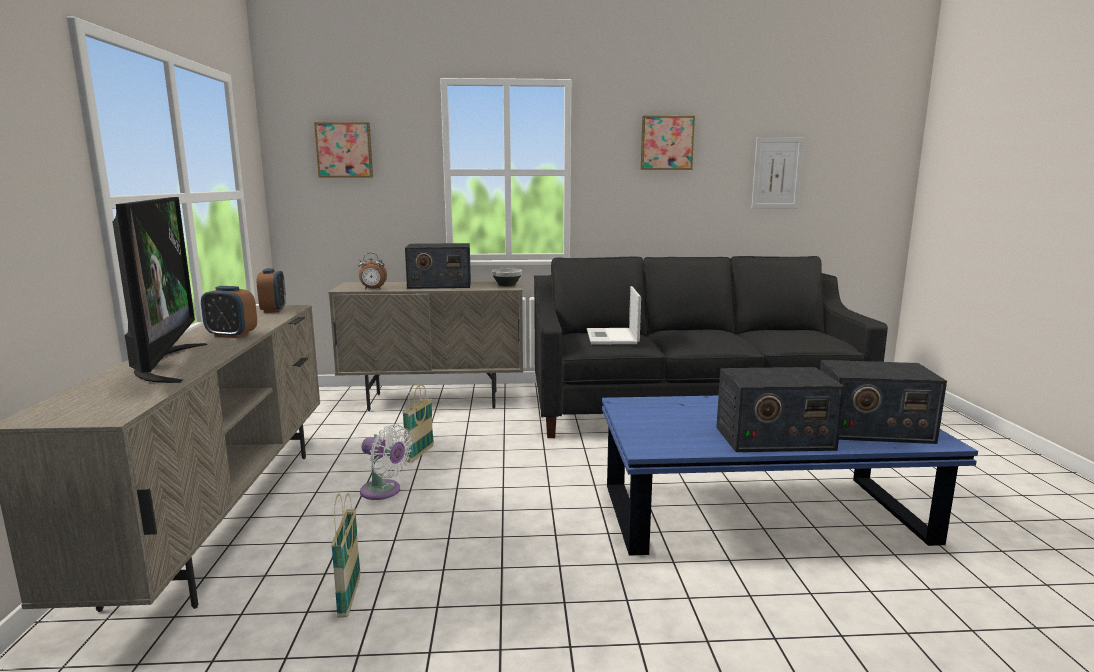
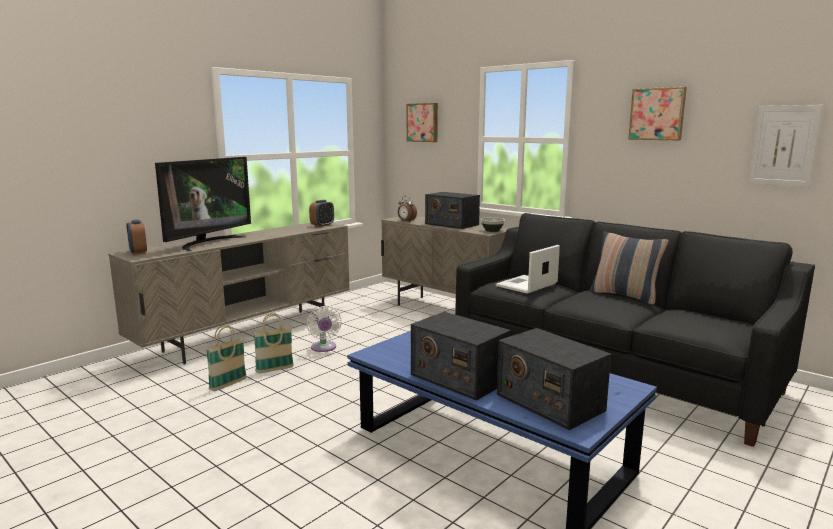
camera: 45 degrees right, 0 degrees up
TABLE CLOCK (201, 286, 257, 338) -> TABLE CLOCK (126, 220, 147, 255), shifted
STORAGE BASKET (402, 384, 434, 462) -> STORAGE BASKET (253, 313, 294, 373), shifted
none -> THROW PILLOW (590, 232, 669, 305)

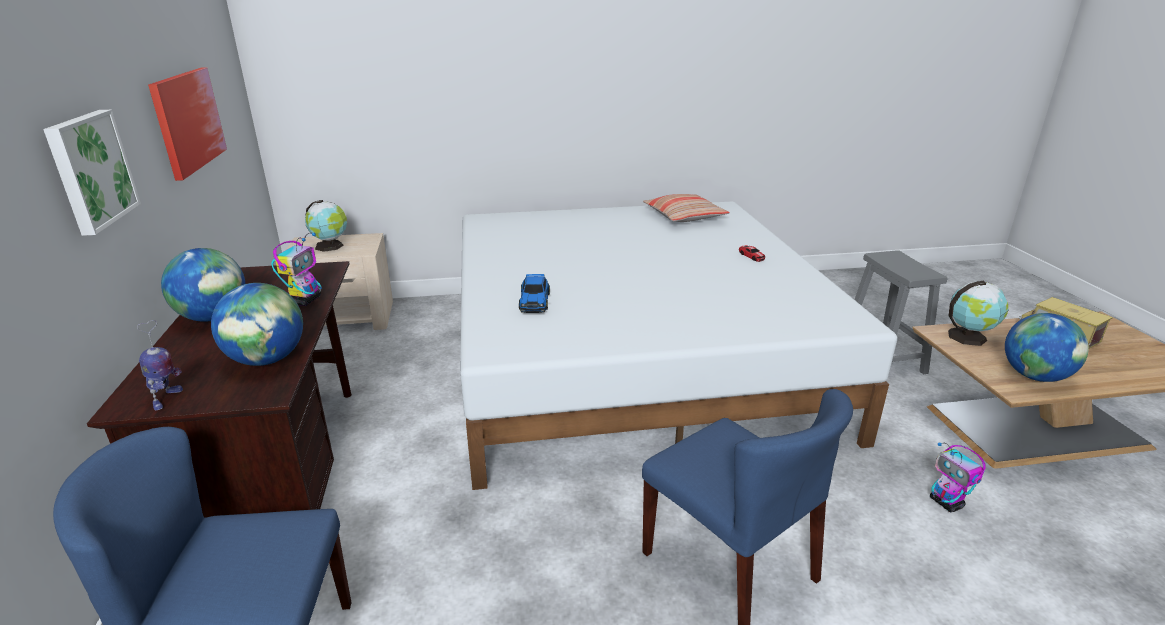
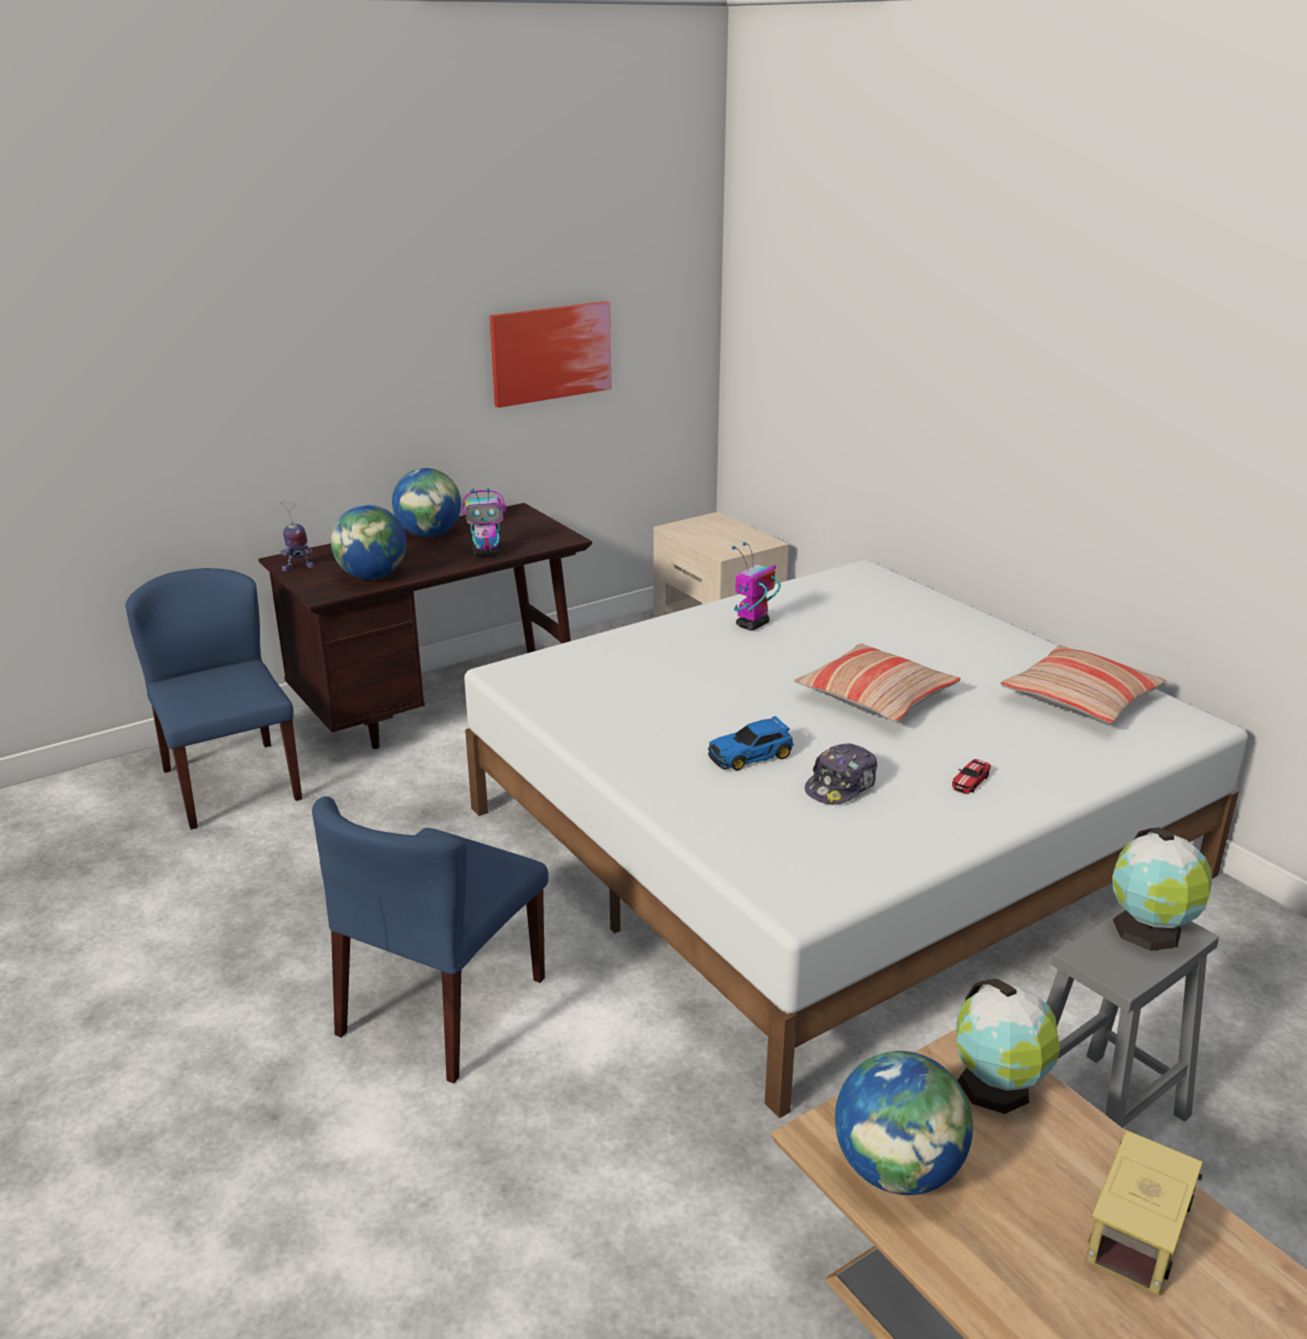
camera: 65 degrees right, 0 degrees up
WALL ART (43, 110, 141, 236) -> none
DESK GLOBE (305, 200, 347, 252) -> DESK GLOBE (1112, 827, 1212, 951), shifted
TOY CAR (519, 274, 550, 313) -> TOY CAR (708, 716, 794, 771), shifted
TOY ROBOT (930, 443, 986, 512) -> TOY ROBOT (732, 542, 780, 631), shifted
none -> THROW PILLOW (794, 643, 961, 722)
none -> BASEBALL CAP (805, 743, 877, 805)

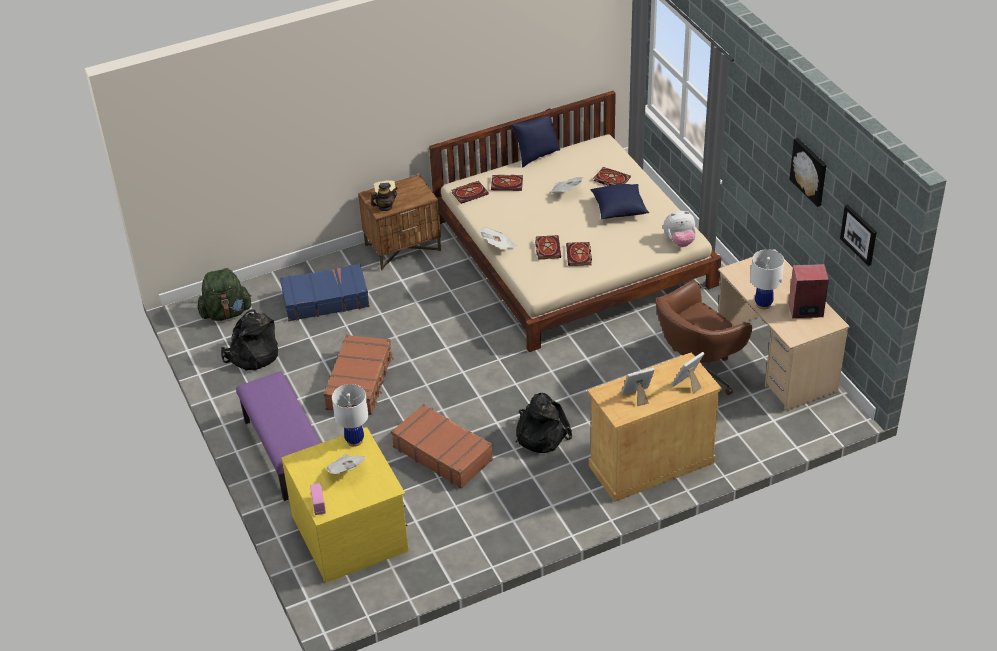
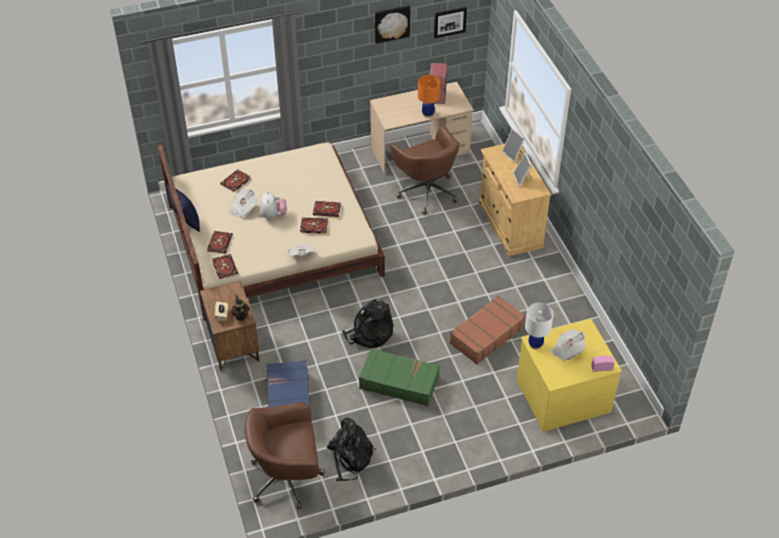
camera: 85 degrees left, 5 degrees up
GREEN RUCKSACK (197, 268, 252, 321) -> BROWNISH COMPUTER CHAIR (245, 402, 325, 509)
PURPLISH BENCH (236, 371, 321, 501) -> none
BROWNISH TRAVEL CASE (323, 334, 394, 415) -> GREEN TRAVEL CASE (359, 348, 440, 406)
BLACKISH RUCKSACK (516, 393, 572, 453) -> BLACKISH RUCKSACK (342, 299, 393, 348), shifted
BLUE-COLOURED THROW PILLOW (590, 184, 649, 219) -> none
PLUSH TOY (663, 211, 696, 247) -> PLUSH TOY (260, 191, 287, 219), shifted
WHITE-COLOURED TABLETOP LAMP (750, 249, 784, 309) -> ORANGE-COLOURED TABLETOP LAMP (418, 75, 440, 118)

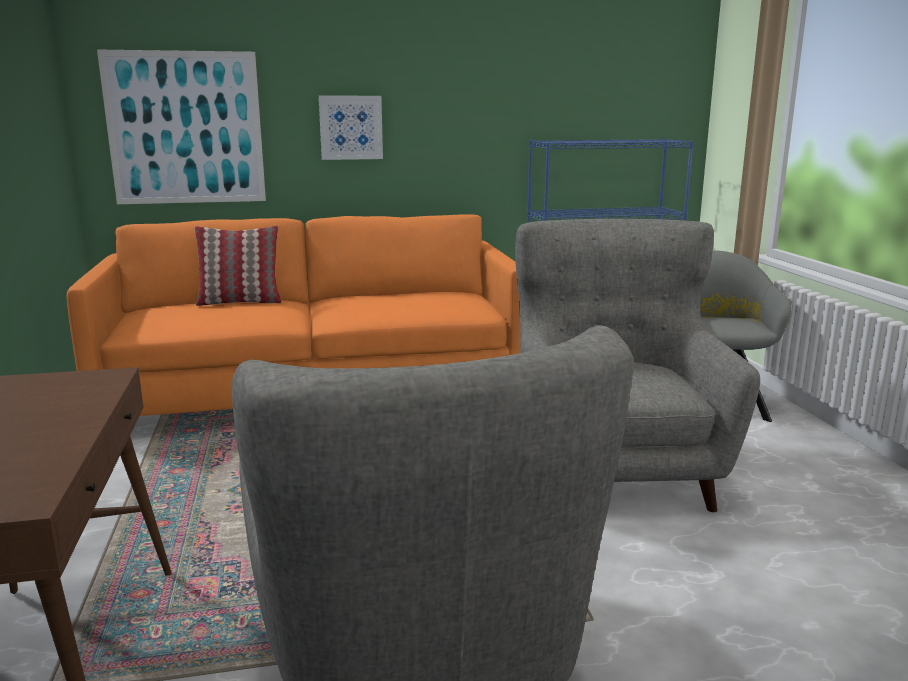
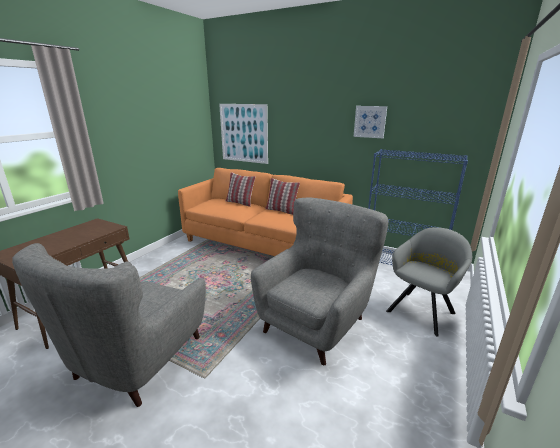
camera: 40 degrees right, 5 degrees up
WALL ART (319, 96, 383, 160) -> WALL ART (354, 106, 387, 138), shifted
none -> THROW PILLOW (265, 178, 300, 215)

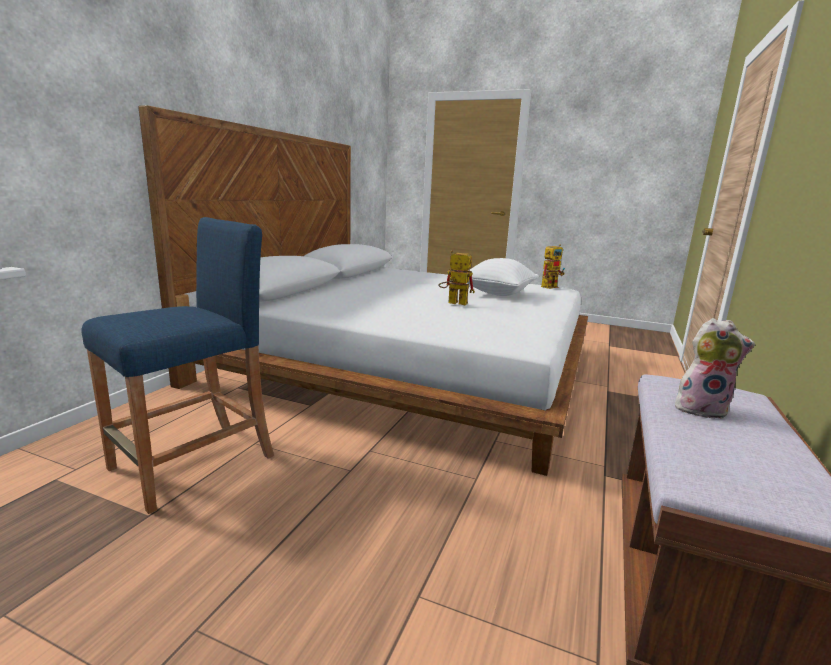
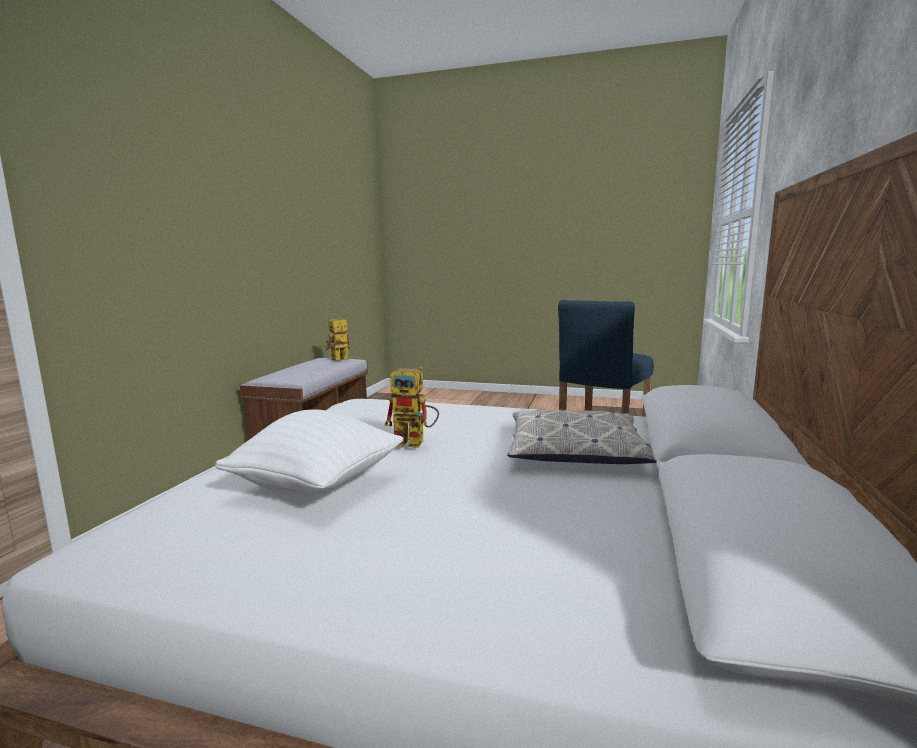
camera: 175 degrees right, 5 degrees down
TOY ROBOT (541, 244, 565, 289) -> TOY ROBOT (325, 317, 350, 361), shifted
PLUSH TOY (675, 318, 755, 419) -> none
none -> THROW PILLOW (507, 409, 657, 464)

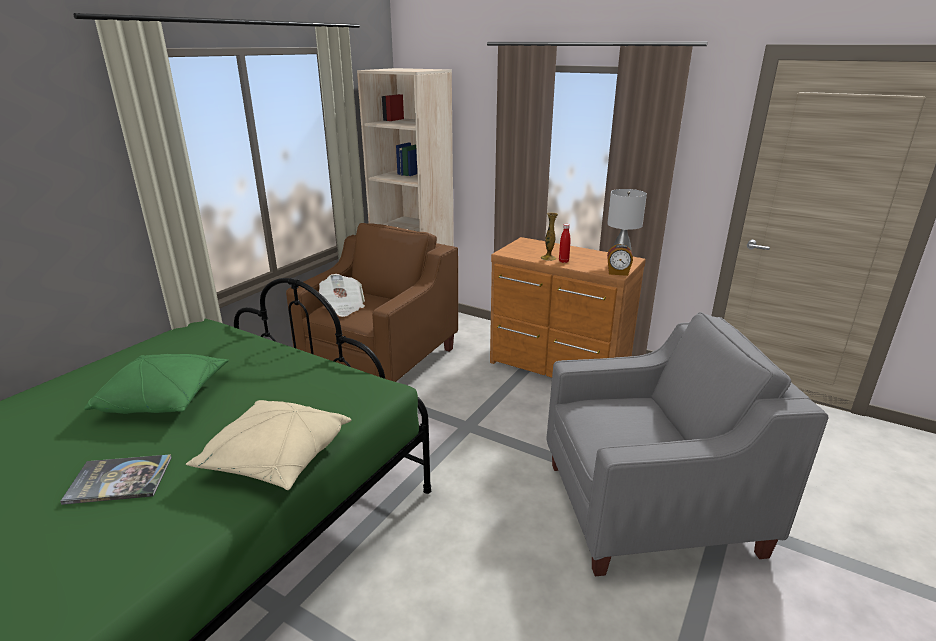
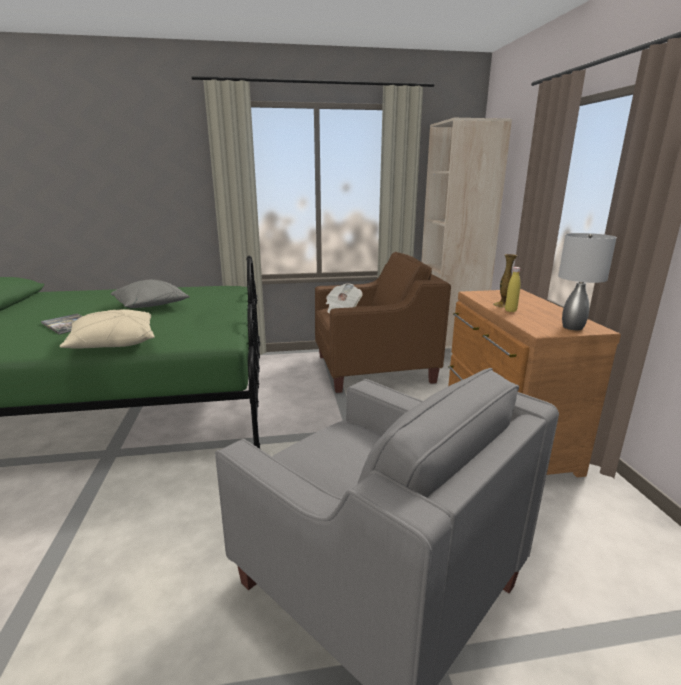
camera: 50 degrees right, 5 degrees down
GREEN THROW PILLOW (84, 354, 229, 414) -> GREYISH THROW PILLOW (111, 280, 190, 308)
RED BOTTLE (559, 224, 571, 263) -> YELLOW BOTTLE (505, 267, 520, 312)
TABLE CLOCK (607, 244, 633, 276) -> none

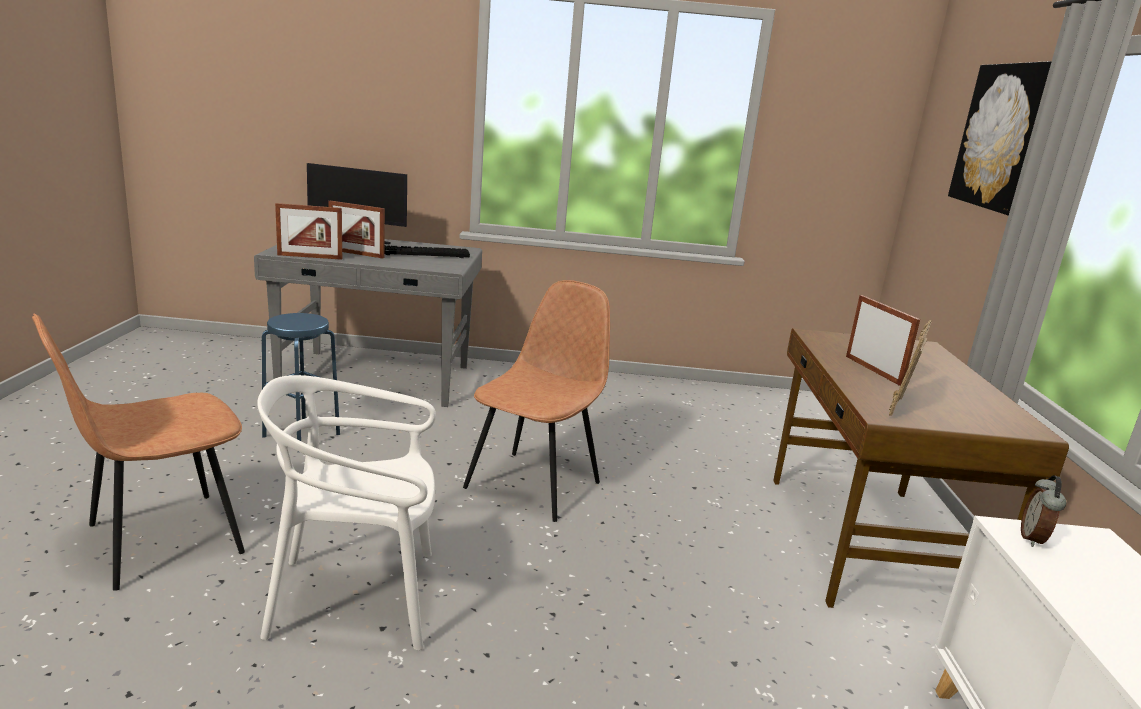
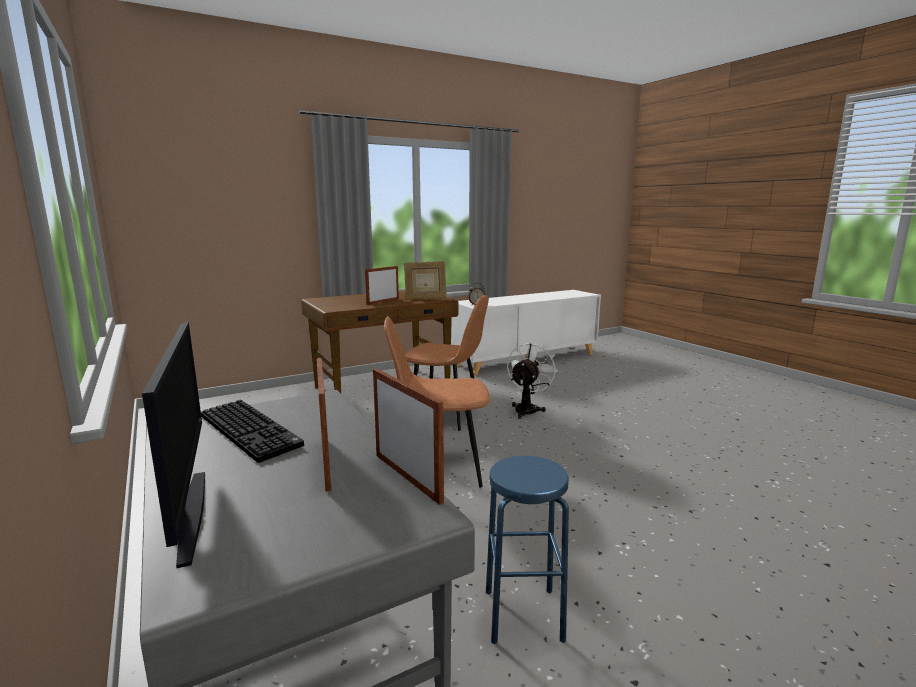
camera: 120 degrees left, 5 degrees down
BROWNISH CHAIR (32, 314, 245, 591) -> BROWNISH CHAIR (405, 295, 489, 431), shifted
WHITE-COLOURED CHAIR (257, 375, 436, 650) -> none
WALL ART (948, 61, 1052, 216) -> none
none -> WHITE-COLOURED ELECTRIC FAN (507, 342, 558, 419)

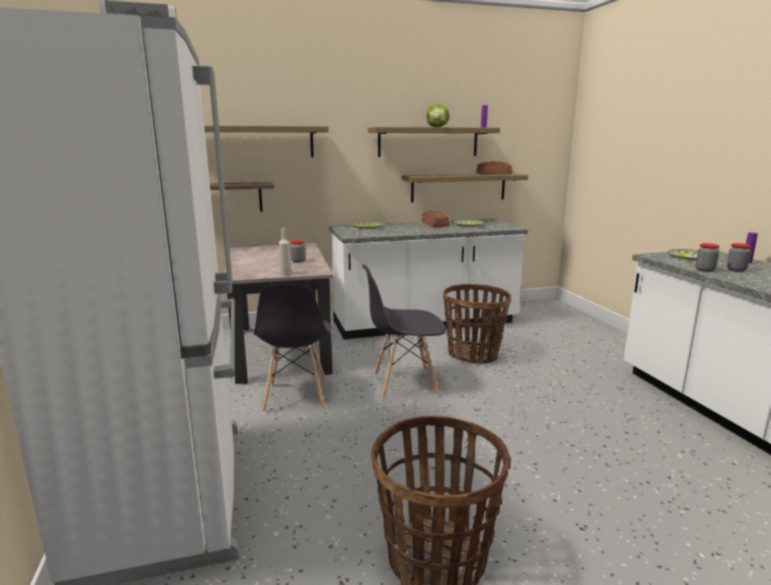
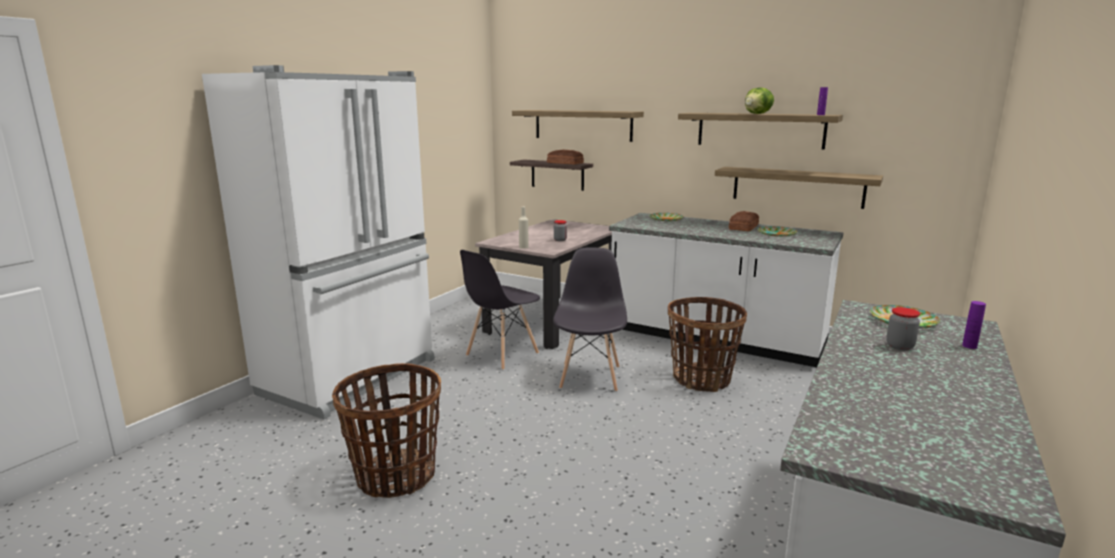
camera: 45 degrees right, 0 degrees up
GREYISH CHAIR (362, 264, 446, 400) -> GREYISH CHAIR (553, 248, 627, 392), 60 degrees clockwise
BREAD (476, 161, 513, 175) -> BREAD (547, 150, 584, 164), shifted
JAR (696, 243, 720, 272) -> none

